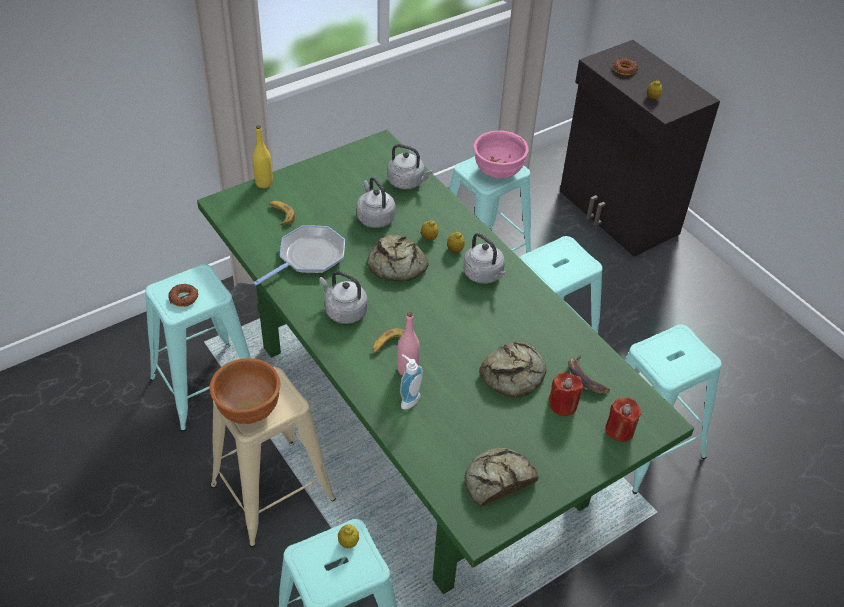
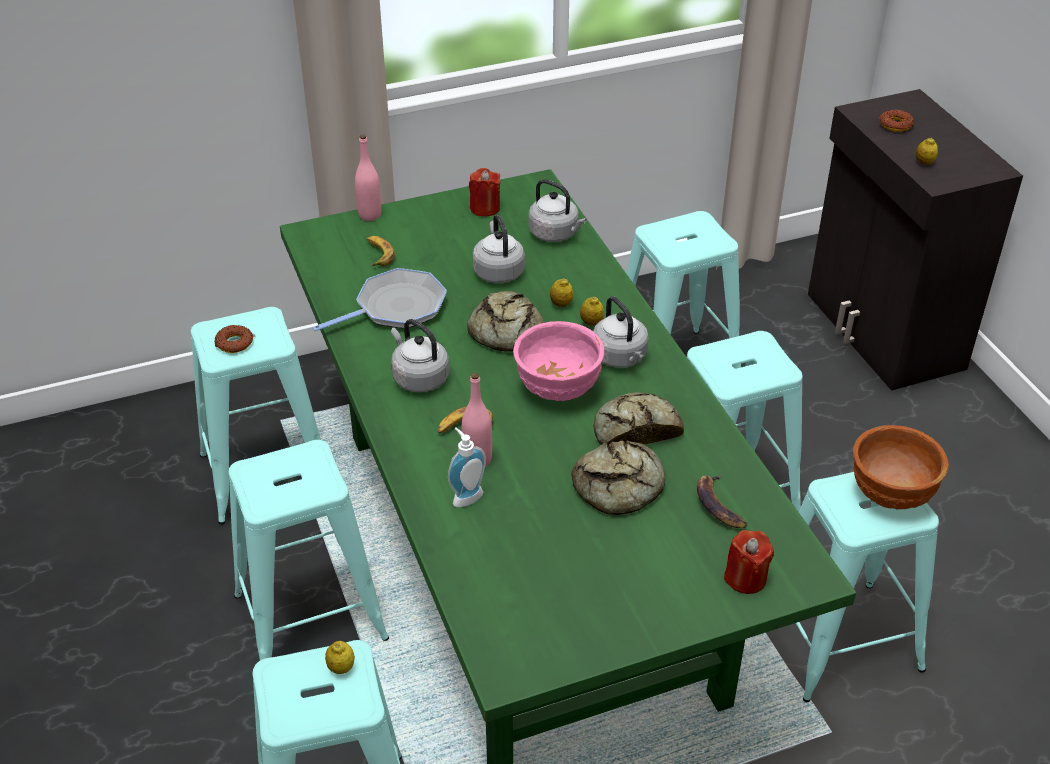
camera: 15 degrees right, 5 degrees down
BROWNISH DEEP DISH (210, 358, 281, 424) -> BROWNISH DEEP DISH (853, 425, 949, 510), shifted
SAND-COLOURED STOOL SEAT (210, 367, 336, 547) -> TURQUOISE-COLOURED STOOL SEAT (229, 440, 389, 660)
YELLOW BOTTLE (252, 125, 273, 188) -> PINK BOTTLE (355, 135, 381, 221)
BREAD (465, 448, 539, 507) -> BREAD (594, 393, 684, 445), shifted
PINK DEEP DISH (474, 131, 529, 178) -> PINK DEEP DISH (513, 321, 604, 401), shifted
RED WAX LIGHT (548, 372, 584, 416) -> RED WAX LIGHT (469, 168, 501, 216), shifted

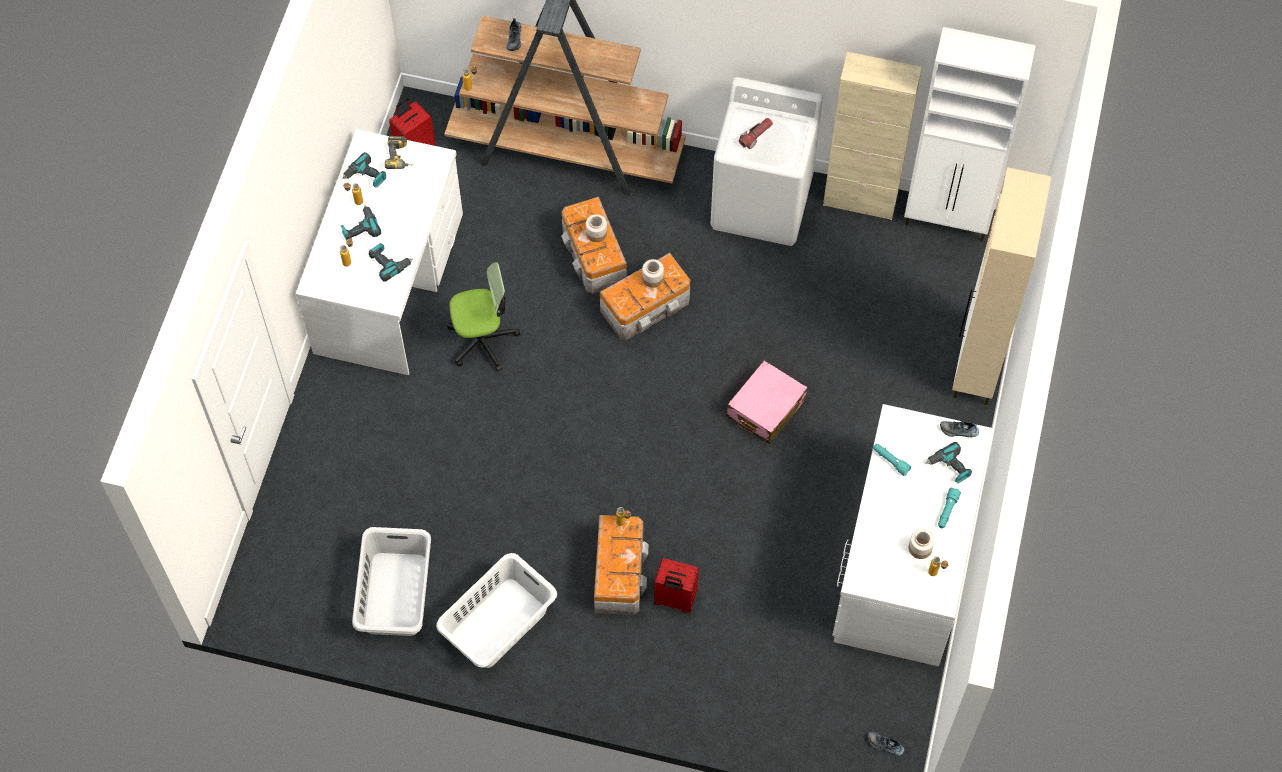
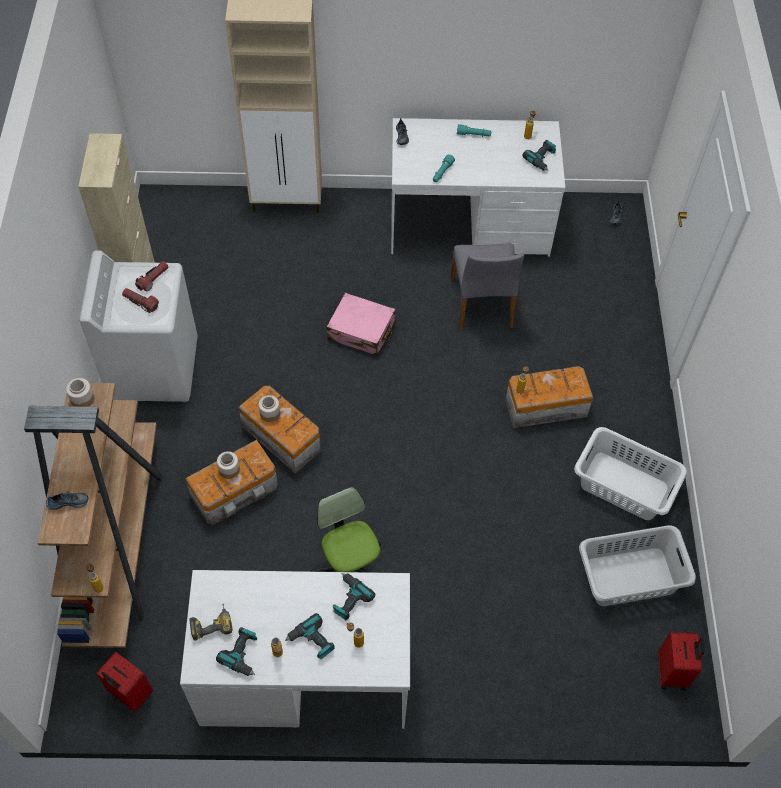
camera: 105 degrees left, 5 degrees down
RED TRAVEL CASE (654, 558, 699, 613) -> RED TRAVEL CASE (659, 632, 705, 690), shifted
WHITE-COLOURED CABINET (904, 27, 1036, 241) -> none
JAR (909, 529, 935, 559) -> JAR (66, 378, 94, 407), shifted
POWER DRILL (925, 442, 972, 484) -> POWER DRILL (522, 140, 556, 171), shifted
none -> FLASHLIGHT (135, 261, 168, 291)
none -> GREYISH CHAIR (450, 243, 525, 330)

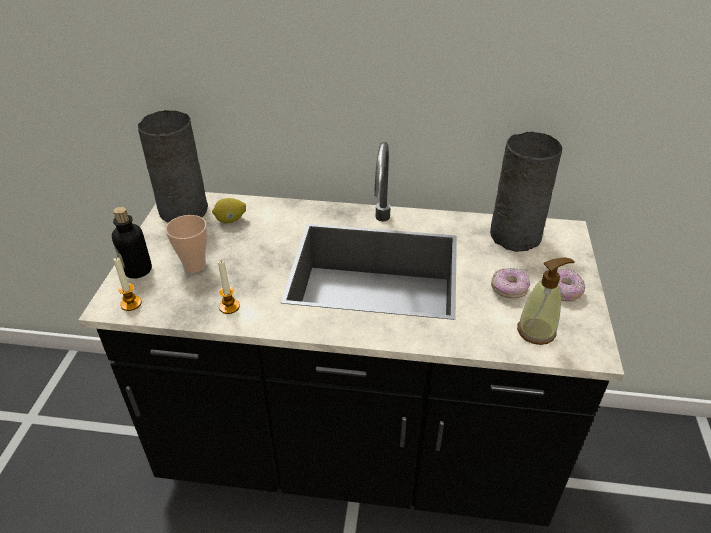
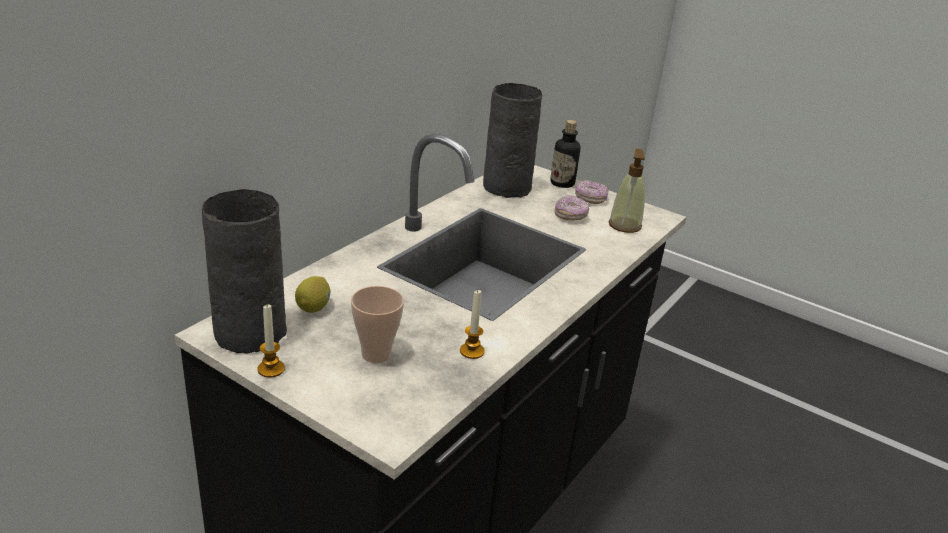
camera: 65 degrees left, 10 degrees down
BOTTLE (112, 207, 152, 279) -> BOTTLE (550, 120, 581, 188), shifted
WAX LIGHT (113, 258, 142, 311) -> WAX LIGHT (257, 305, 285, 378), shifted

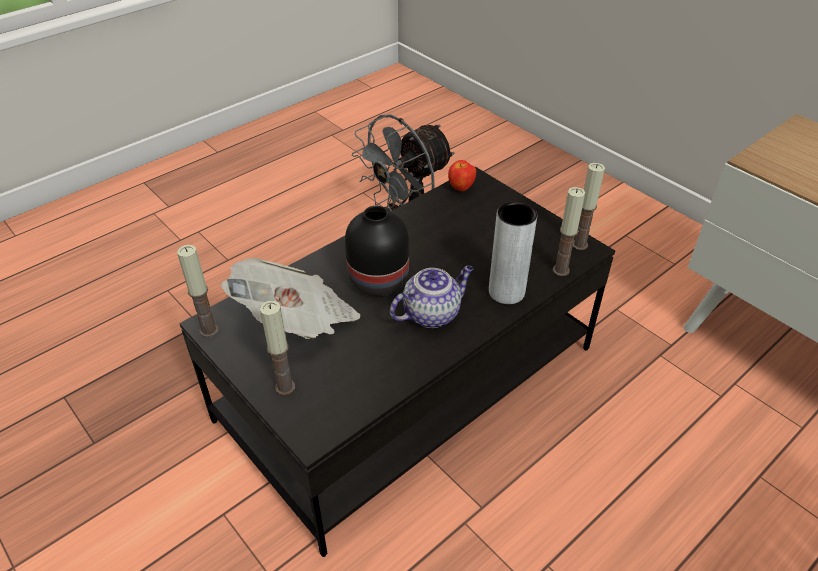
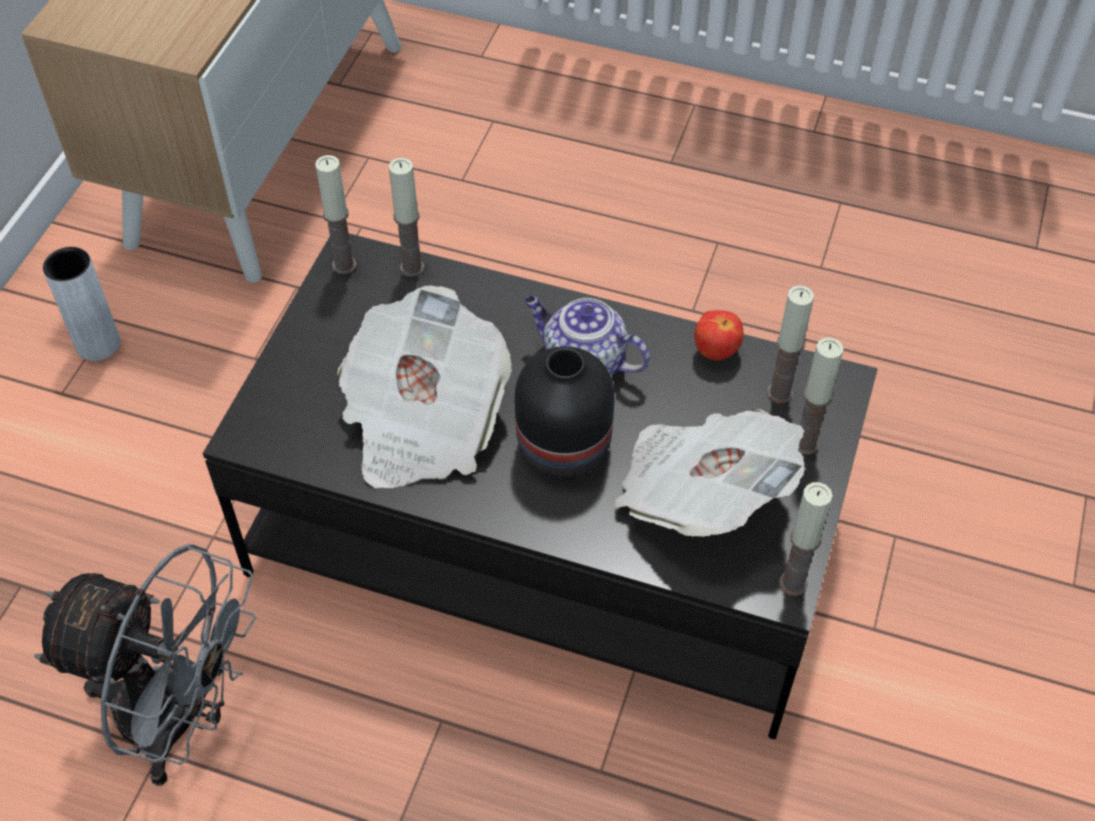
camera: 120 degrees left, 10 degrees up
WHOLE APPLE (448, 160, 476, 191) -> WHOLE APPLE (694, 310, 744, 361), shifted
GREYISH FLOWER VASE (489, 202, 537, 304) -> GREYISH FLOWER VASE (43, 247, 121, 361), shifted
none -> PRINTED PAPER (337, 286, 512, 488)
none -> WAX LIGHT (767, 285, 814, 404)

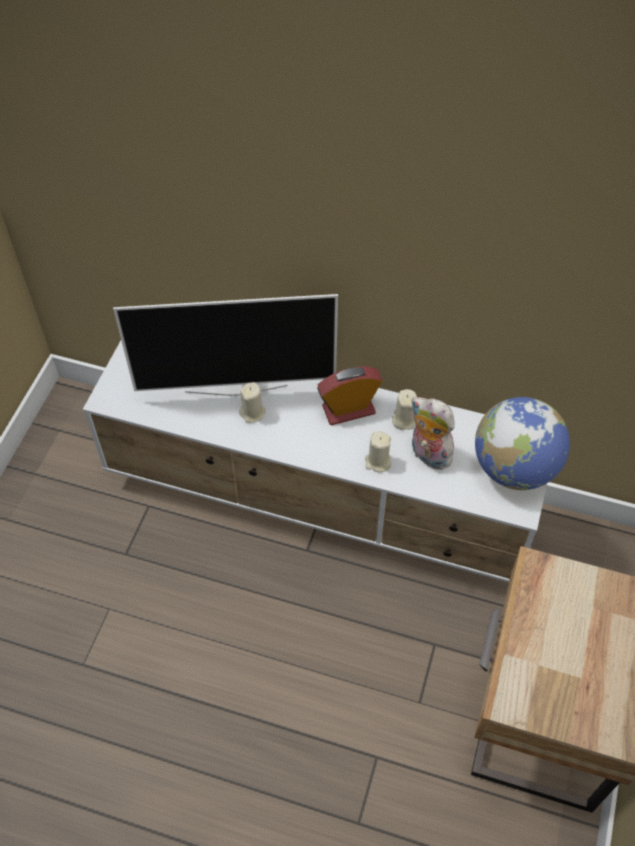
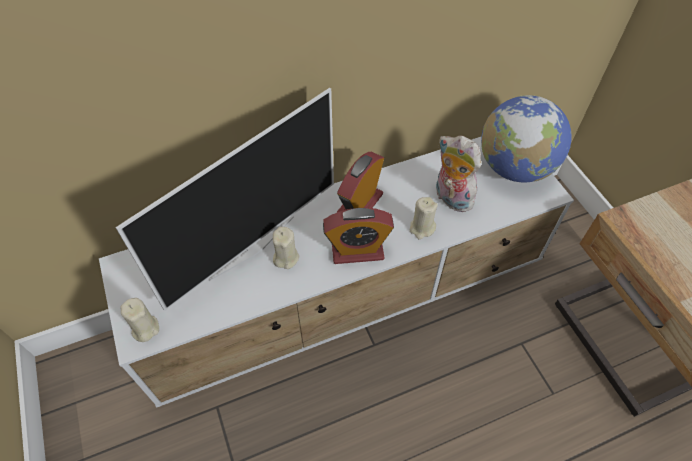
camera: 40 degrees left, 0 degrees up
SAND-COLOURED WAX LIGHT (392, 389, 417, 430) -> SAND-COLOURED WAX LIGHT (120, 298, 159, 342), shifted
PLUSH TOY (411, 397, 455, 470) -> PLUSH TOY (436, 135, 481, 212), 45 degrees clockwise
none -> TABLE CLOCK (323, 208, 394, 264)

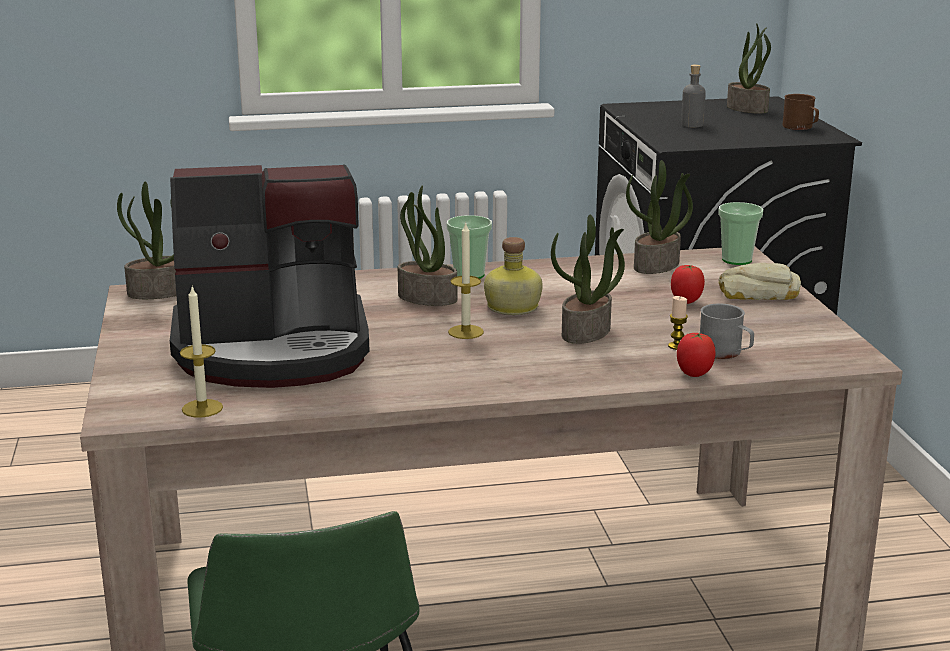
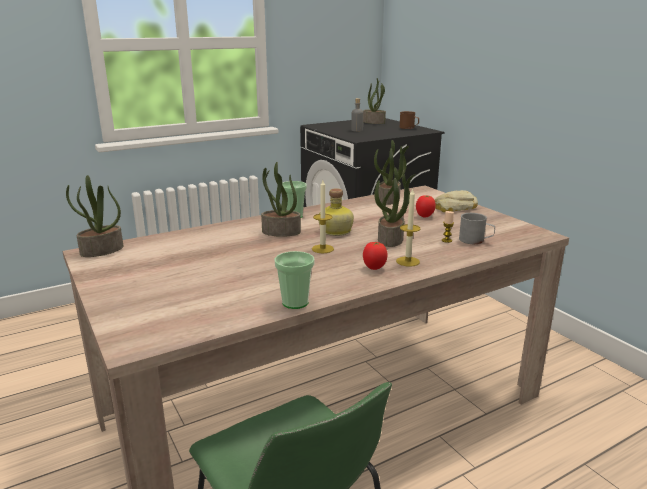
camera: 20 degrees left, 0 degrees up
COFFEE MAKER (170, 164, 370, 388) -> none
WAX LIGHT (180, 287, 223, 418) -> WAX LIGHT (396, 189, 420, 267), shifted
WHOLE TOMATO (677, 333, 716, 377) -> WHOLE TOMATO (363, 242, 388, 270), shifted
CUP (718, 202, 763, 265) -> CUP (274, 251, 315, 309), shifted

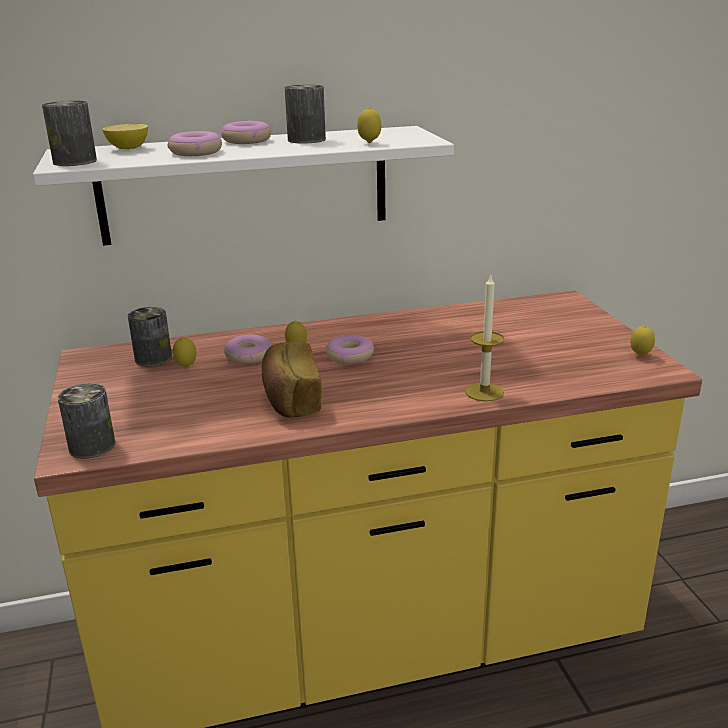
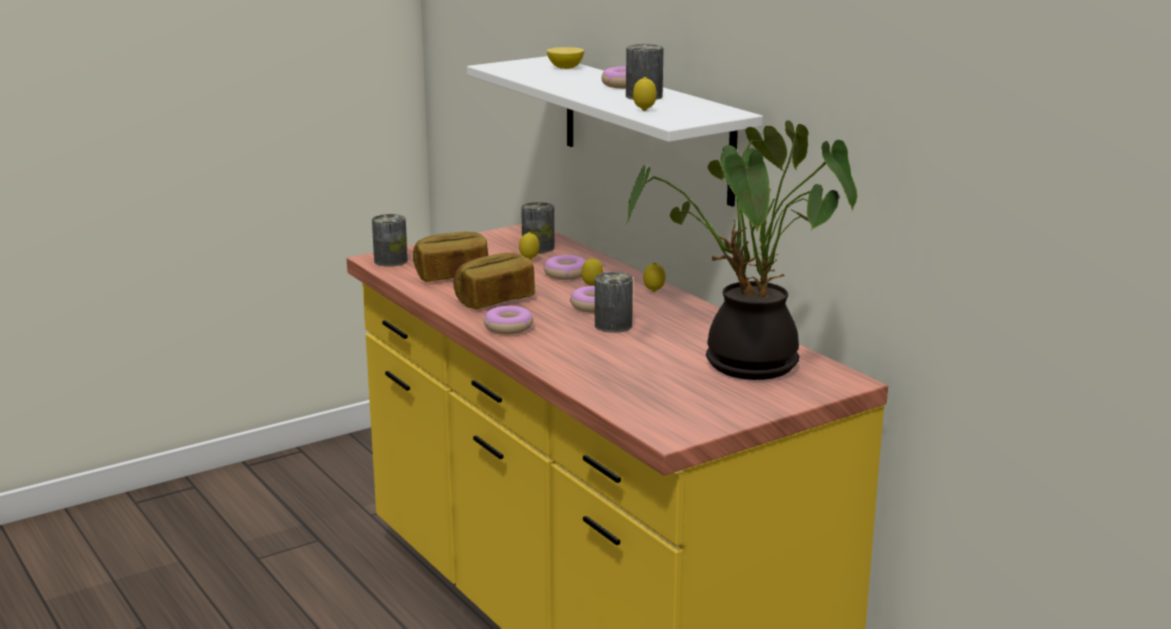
camera: 70 degrees right, 5 degrees down
CAN (42, 101, 97, 166) -> CAN (595, 272, 633, 333), shifted
DONUT (167, 131, 222, 156) -> DONUT (484, 306, 533, 334), shifted
WAX LIGHT (465, 273, 505, 402) -> none
WHOLE LEMON (630, 325, 655, 356) -> WHOLE LEMON (643, 262, 665, 292), shifted
none -> BREAD (413, 232, 488, 282)
none -> PLANT IN A POT (626, 120, 858, 380)

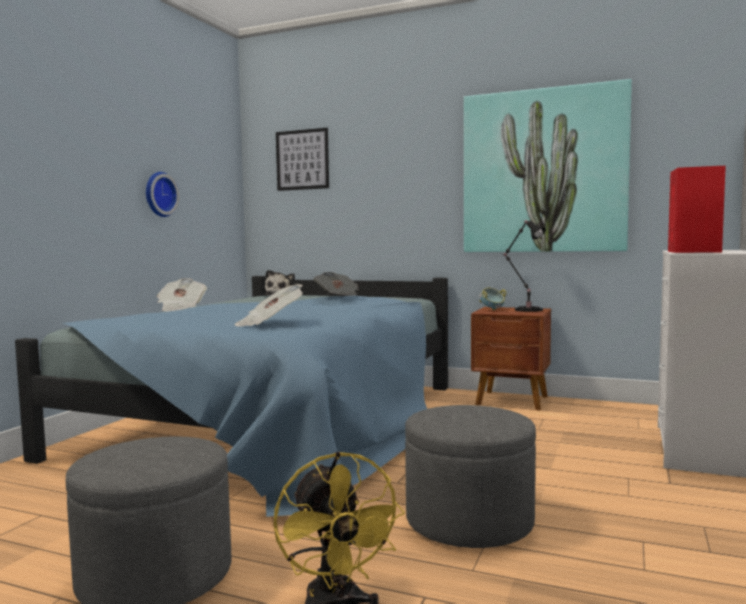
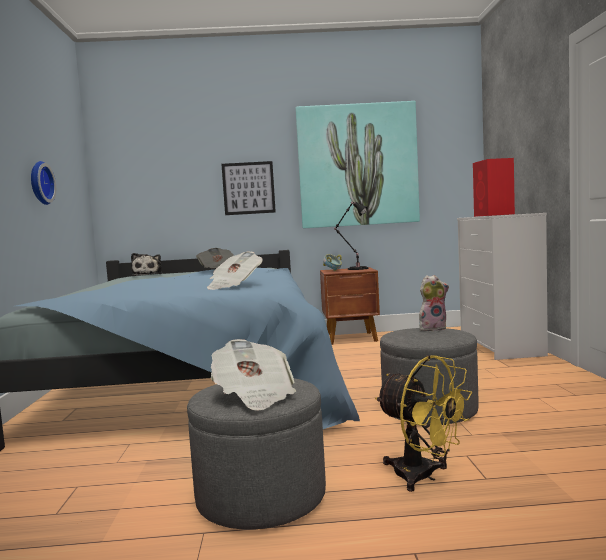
camera: 25 degrees left, 0 degrees up
PRINTED PAPER (157, 278, 207, 312) -> PRINTED PAPER (210, 339, 296, 411), shifted
WALL ART (276, 128, 329, 191) -> WALL ART (221, 161, 276, 215), shifted
none -> PLUSH TOY (419, 275, 449, 331)

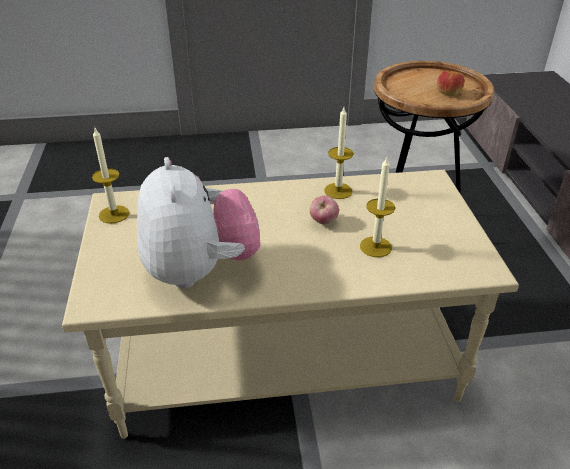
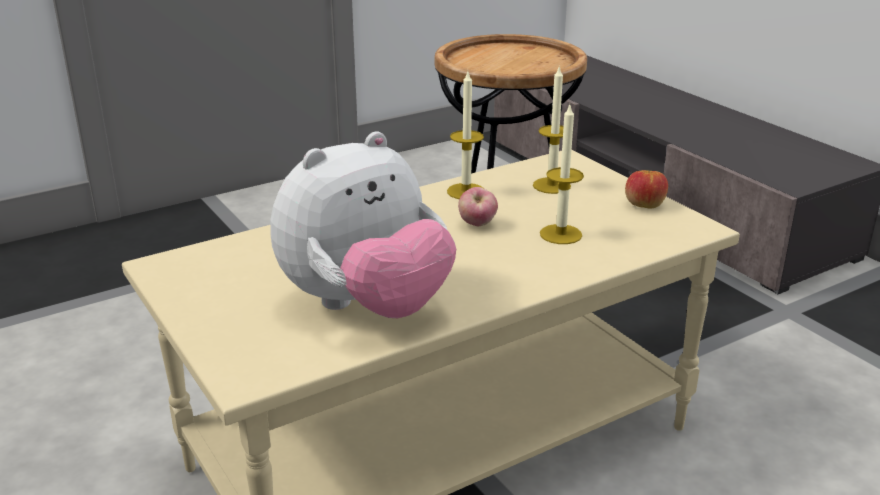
camera: 25 degrees left, 10 degrees down
WAX LIGHT (92, 128, 129, 224) -> WAX LIGHT (533, 67, 571, 194), shifted
PLUSH TOY (137, 157, 261, 288) -> PLUSH TOY (270, 131, 456, 318), 90 degrees clockwise
WHOLE APPLE (437, 71, 465, 96) -> WHOLE APPLE (625, 170, 668, 209), shifted

